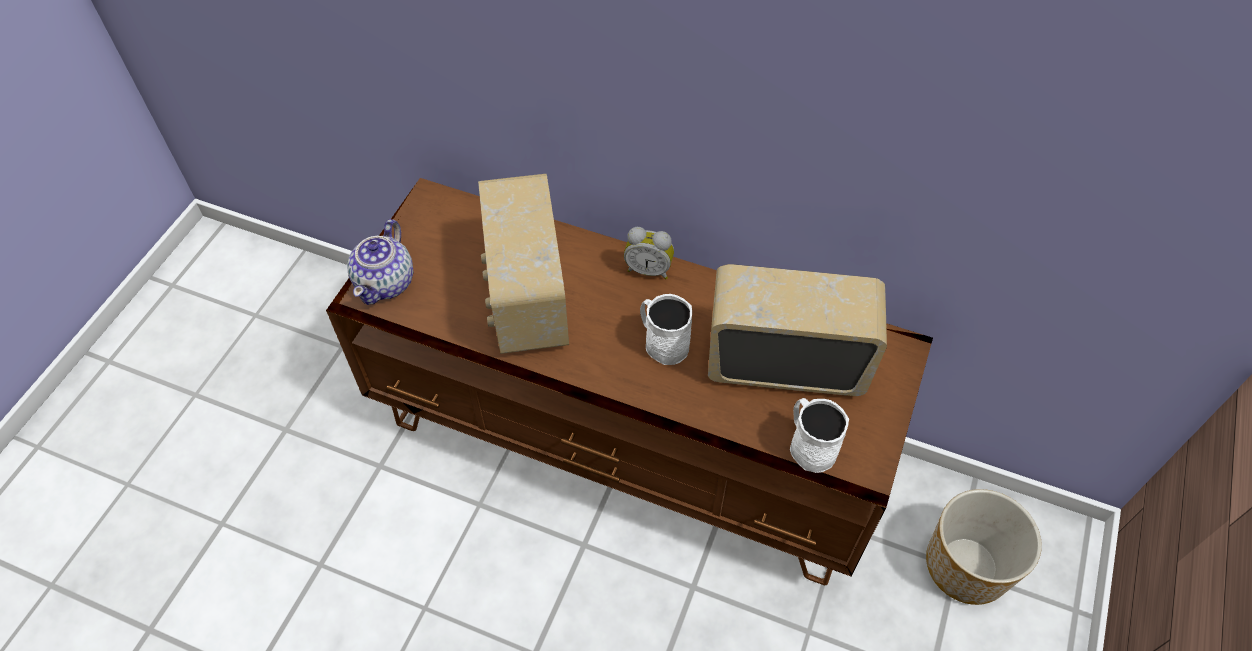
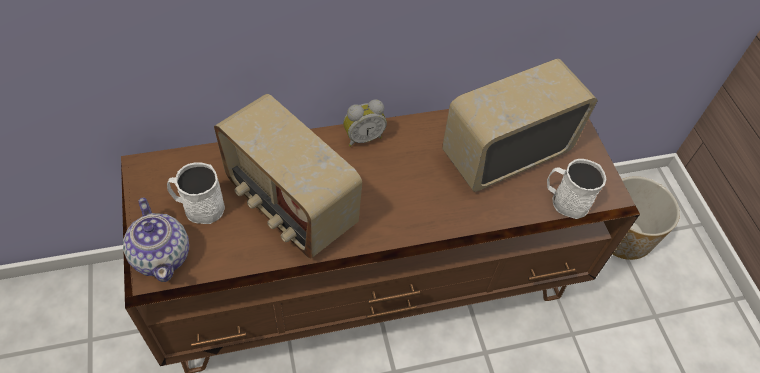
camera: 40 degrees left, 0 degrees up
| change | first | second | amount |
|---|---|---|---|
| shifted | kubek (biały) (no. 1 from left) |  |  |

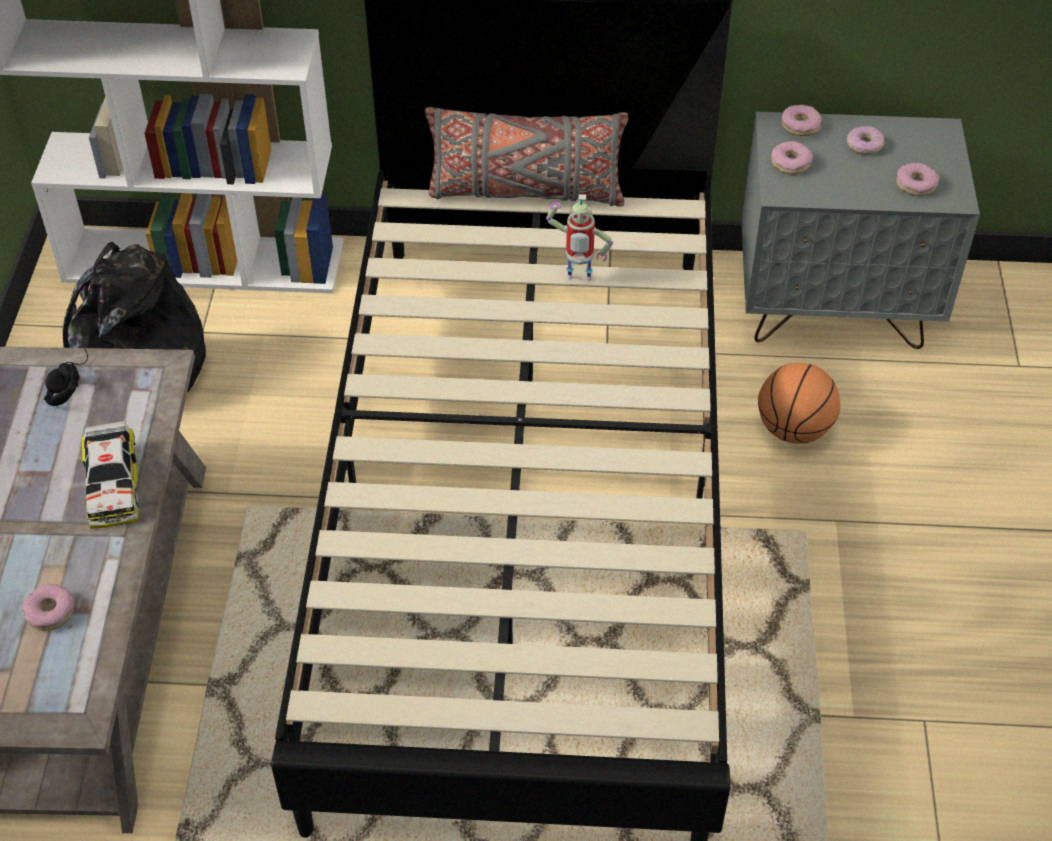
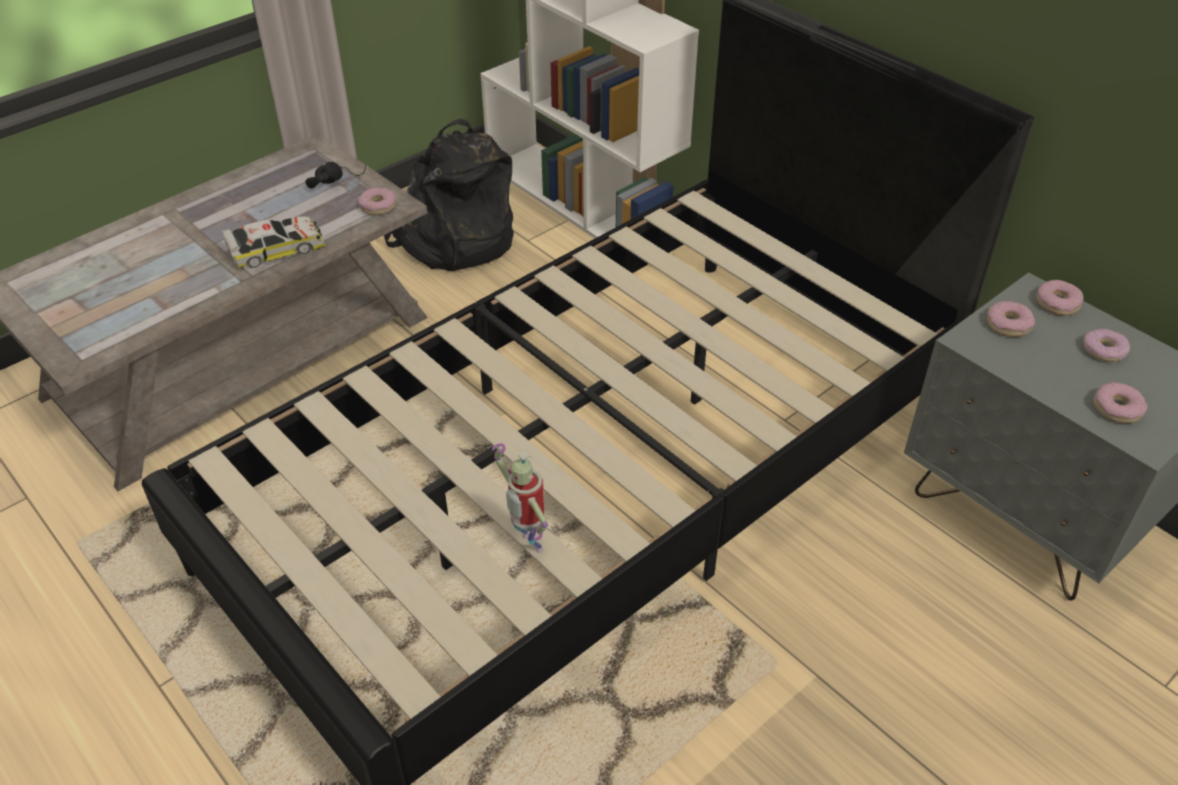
camera: 45 degrees right, 5 degrees down
| change | first | second | amount |
|---|---|---|---|
| gone | poduszka (szary) |  |  |
| shifted | robot zabawkowy |  |  |
| gone | piłka do koszykówki |  |  |
| rotated | samochodzik |  | 150 degrees counterclockwise |
| shifted | donut (no. 1 from left) |  |  |

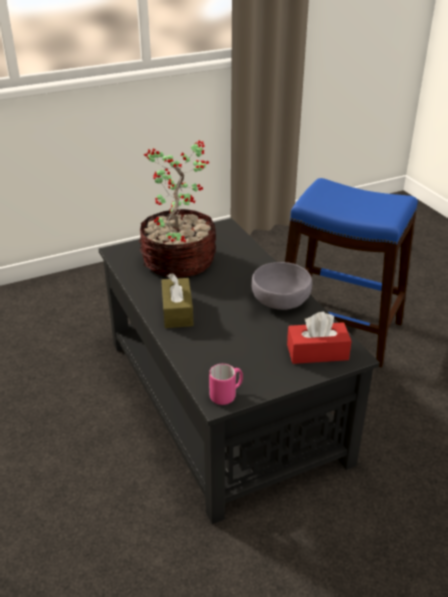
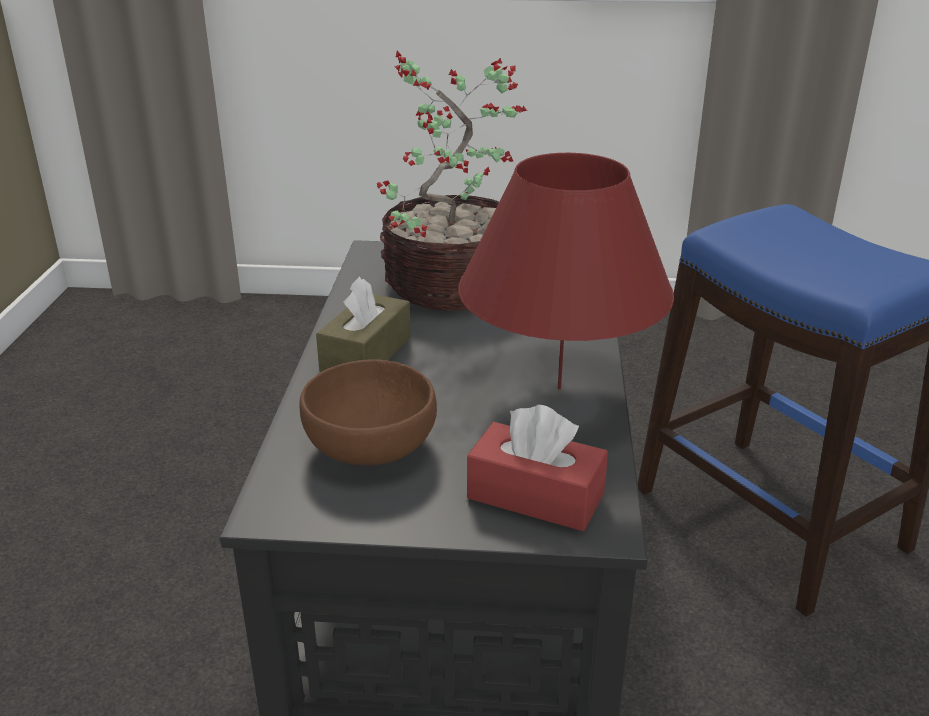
camera: 30 degrees right, 5 degrees down
| change | first | second | amount |
|---|---|---|---|
| swapped | miska (szary) | lampa stołowa (czerwony) |  |
| gone | kubek (różowy) |  |  |
| new |  | miska (brązowy) |  |

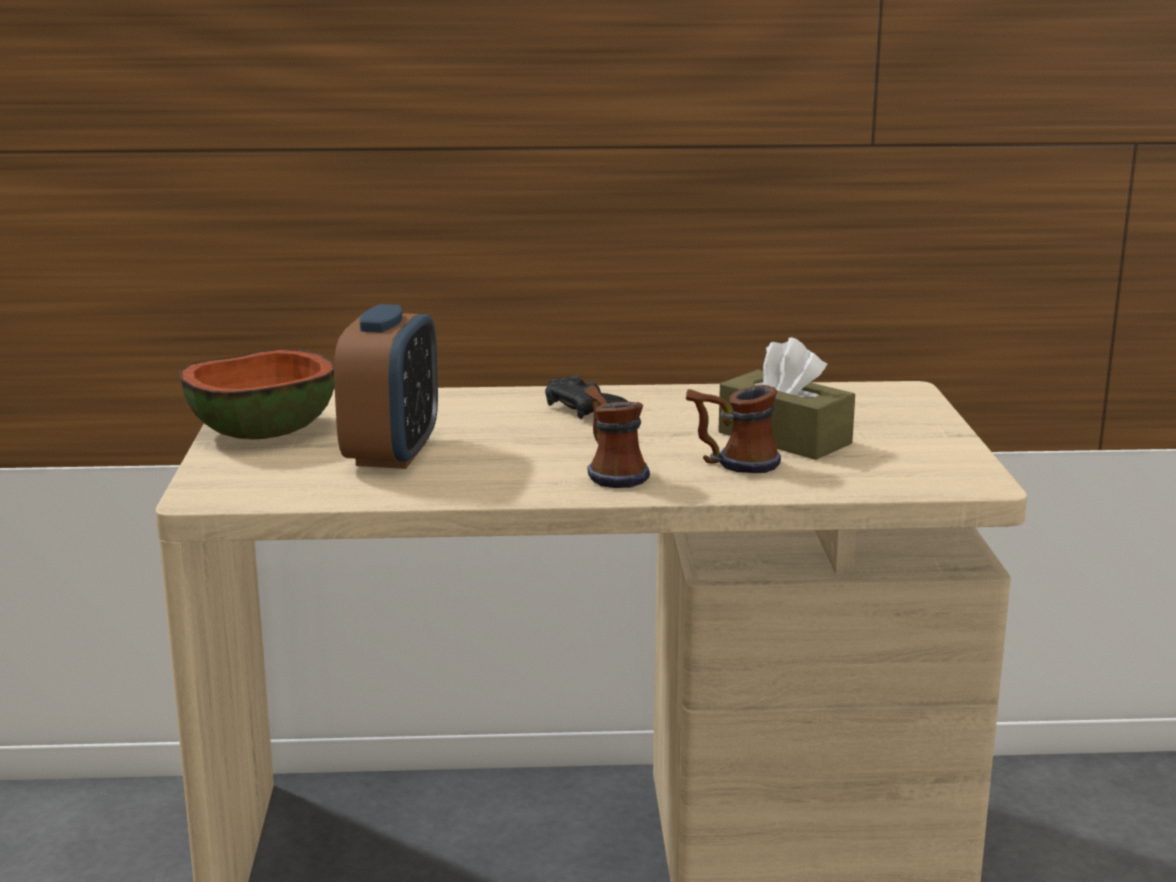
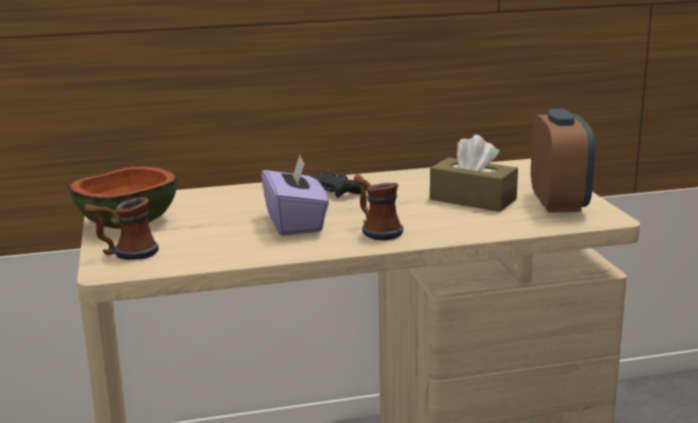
camera: 10 degrees left, 0 degrees up
| change | first | second | amount |
|---|---|---|---|
| shifted | budzik |  |  |
| shifted | kubek (no. 2 from left in the first image) | kubek (no. 1 from left) |  |
| new |  | pudełko chusteczek (fioletowy) |  |

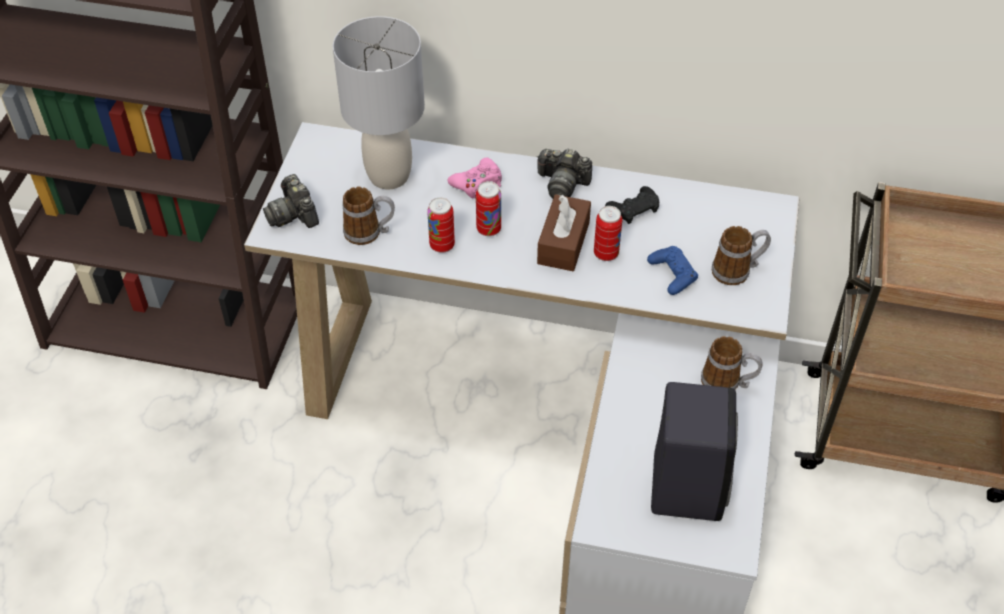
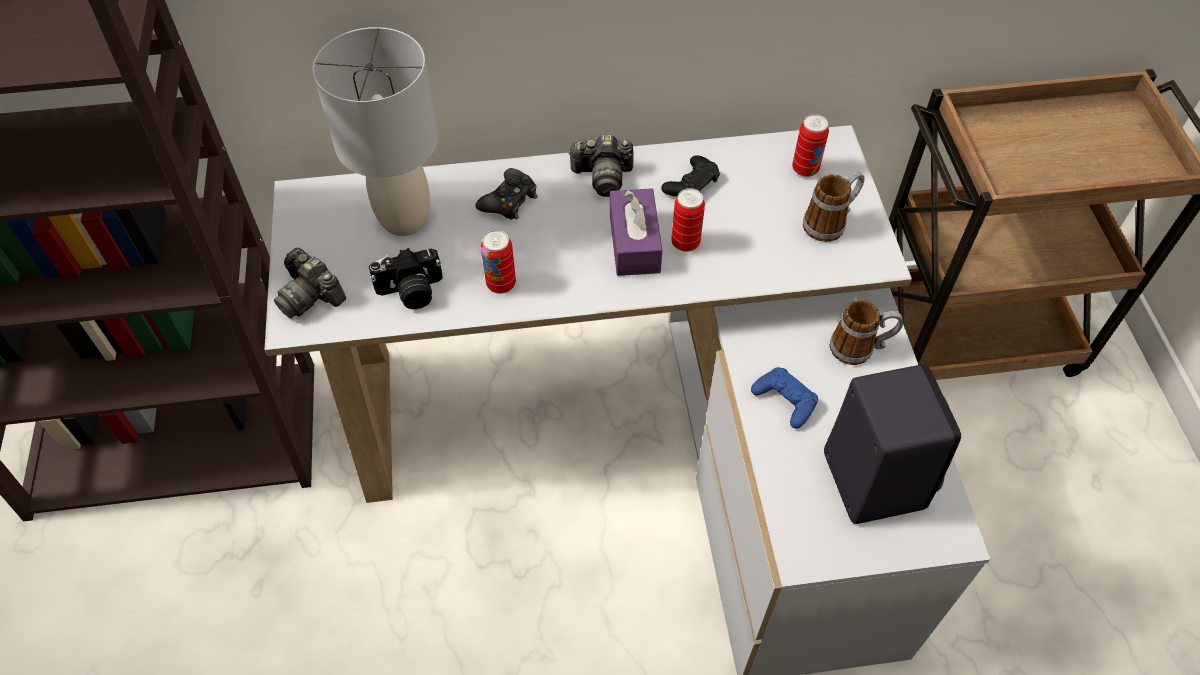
camera: 20 degrees left, 5 degrees up
| change | first | second | amount |
|---|---|---|---|
| repainted | pad do gier (różowy) | pad do gier (czarny) (no. 1 from left) |  |
| shifted | puszka (no. 2 from left in the first image) | puszka (no. 3 from left) |  |
| swapped | kubek (no. 1 from left) | aparat fotograficzny (no. 2 from left) |  |
| repainted | pudełko chusteczek (brązowy) | pudełko chusteczek (fioletowy) |  |
| shifted | pad do gier (niebieski) |  |  |

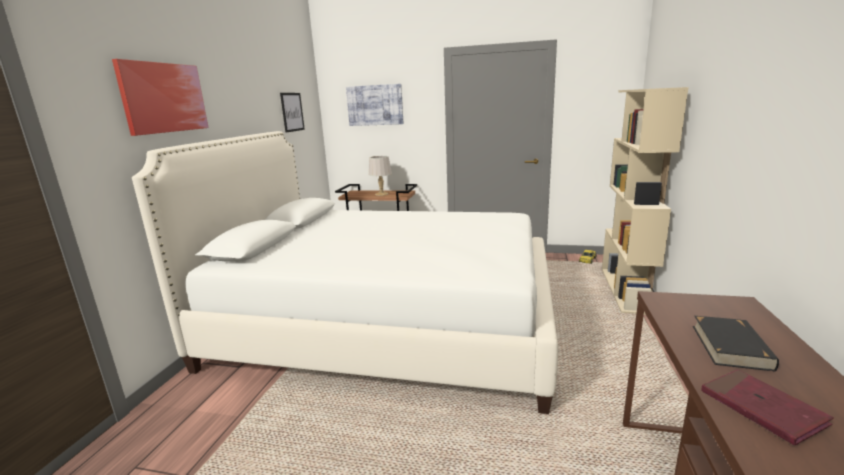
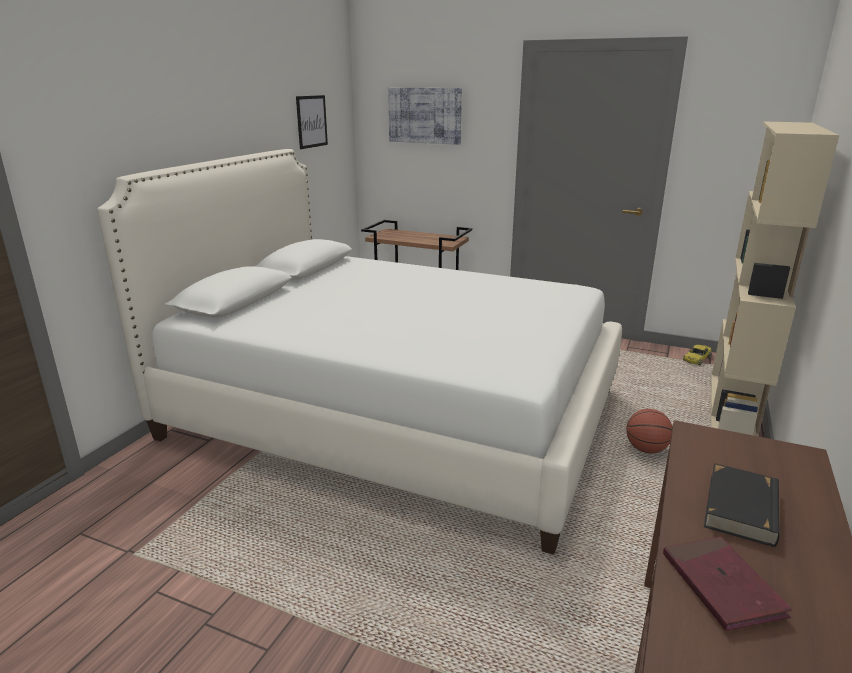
camera: 10 degrees right, 5 degrees up
| change | first | second | amount |
|---|---|---|---|
| gone | obraz (no. 1 from left) |  |  |
| gone | lampa stołowa (szary) |  |  |
| new |  | piłka do koszykówki |  |

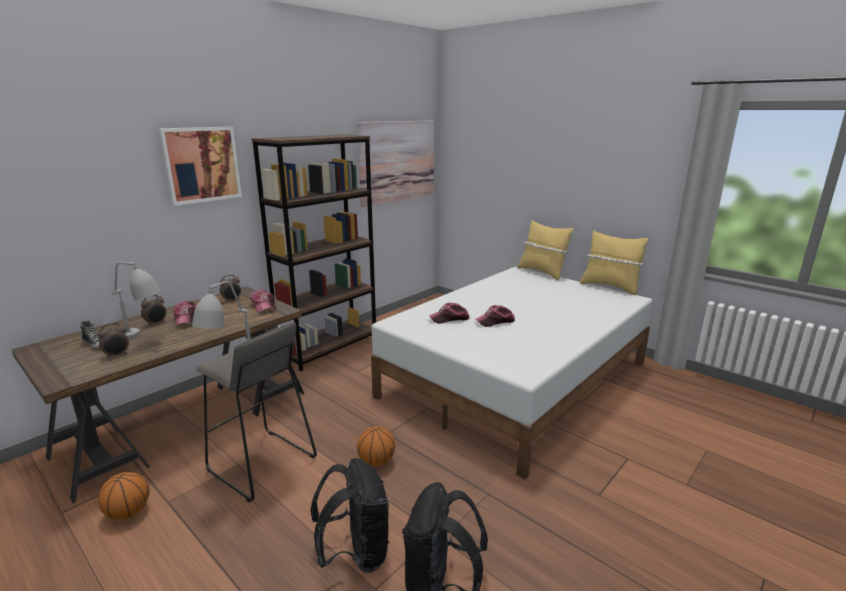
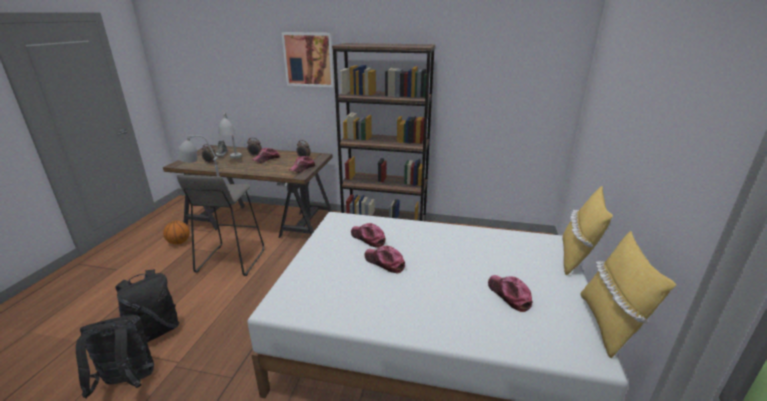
camera: 60 degrees right, 5 degrees up
| change | first | second | amount |
|---|---|---|---|
| gone | obraz (no. 2 from left) |  |  |
| gone | piłka do koszykówki (no. 2 from left) |  |  |
| new |  | czapka z daszkiem (no. 5 from left) |  |

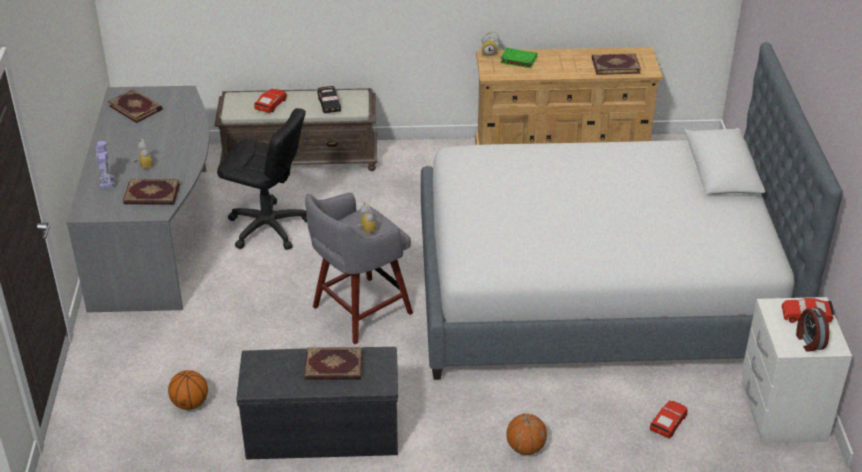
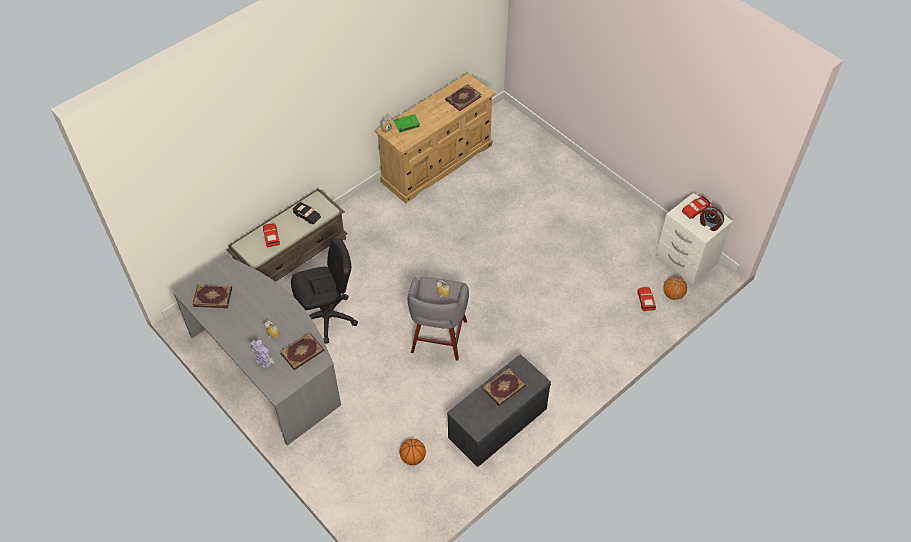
camera: 40 degrees left, 15 degrees up
| change | first | second | amount |
|---|---|---|---|
| gone | łóżko |  |  |
| shifted | piłka do koszykówki (no. 2 from left) |  |  |

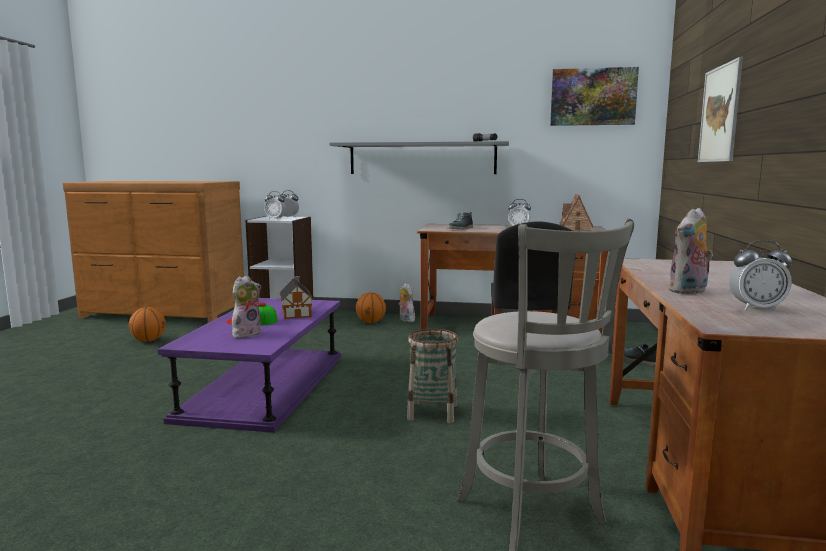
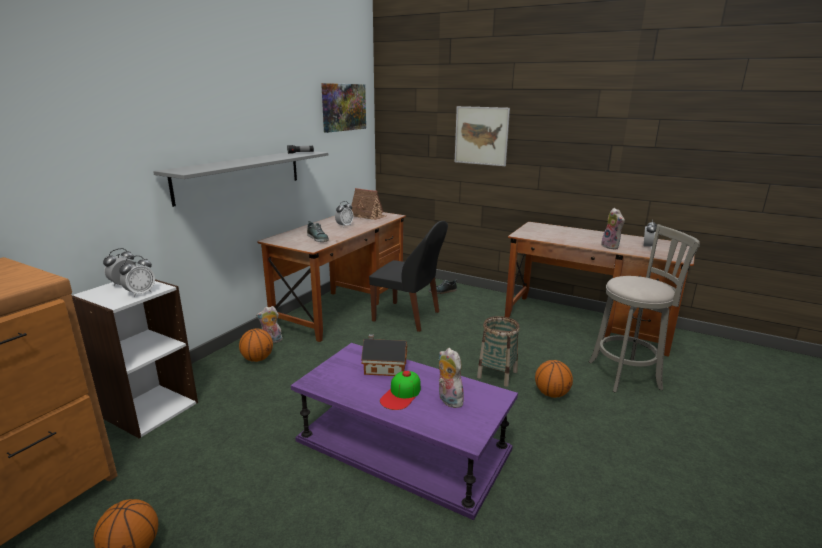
camera: 70 degrees left, 10 degrees up
| change | first | second | amount |
|---|---|---|---|
| new |  | piłka do koszykówki (no. 3 from left) |  |

